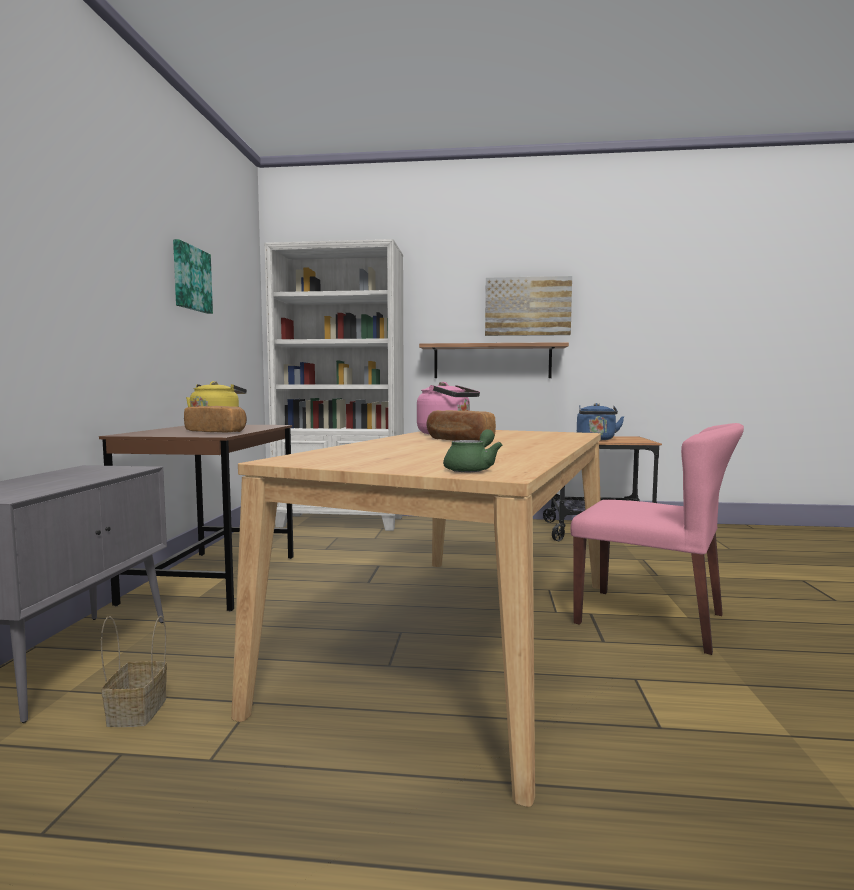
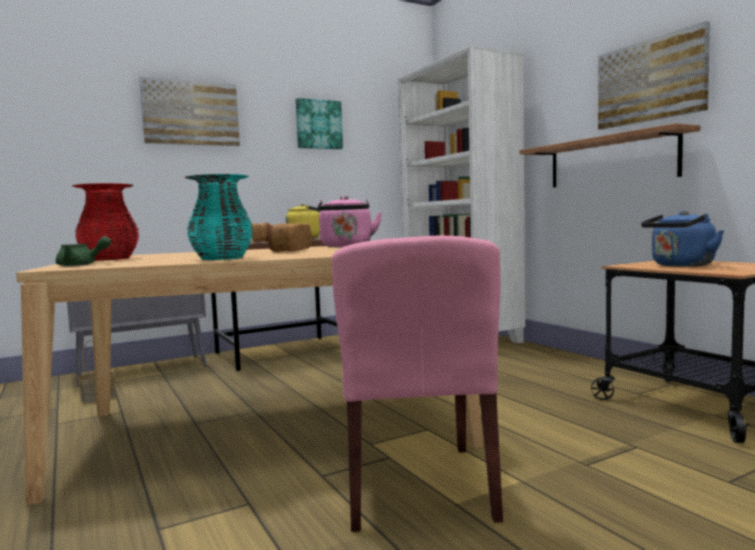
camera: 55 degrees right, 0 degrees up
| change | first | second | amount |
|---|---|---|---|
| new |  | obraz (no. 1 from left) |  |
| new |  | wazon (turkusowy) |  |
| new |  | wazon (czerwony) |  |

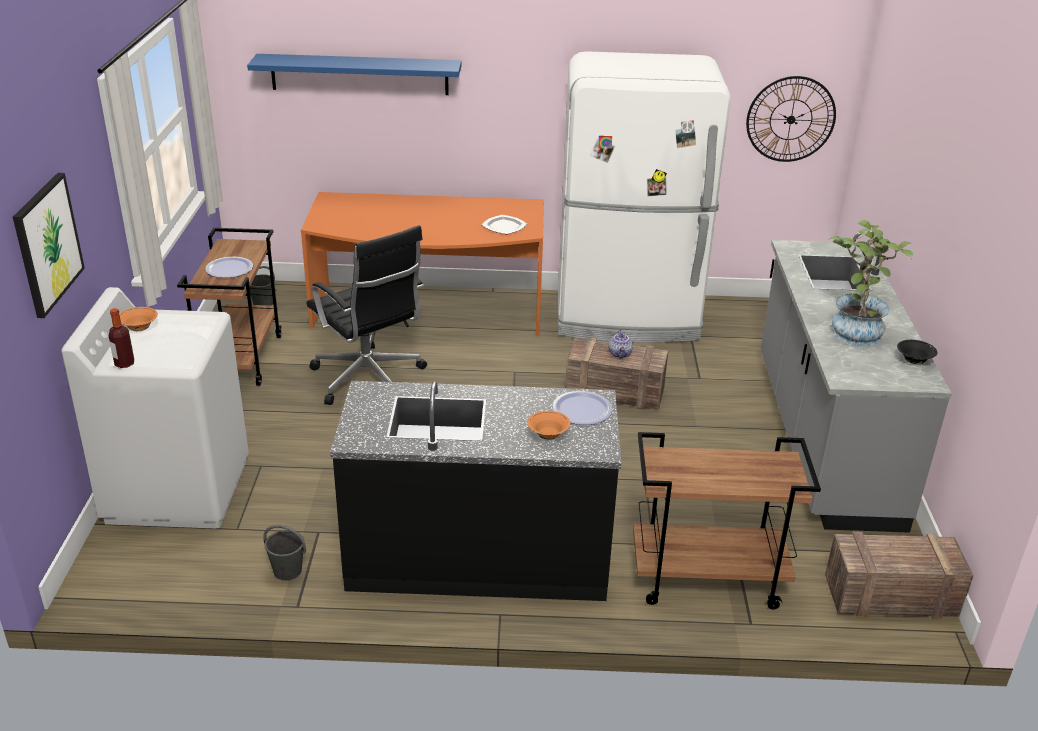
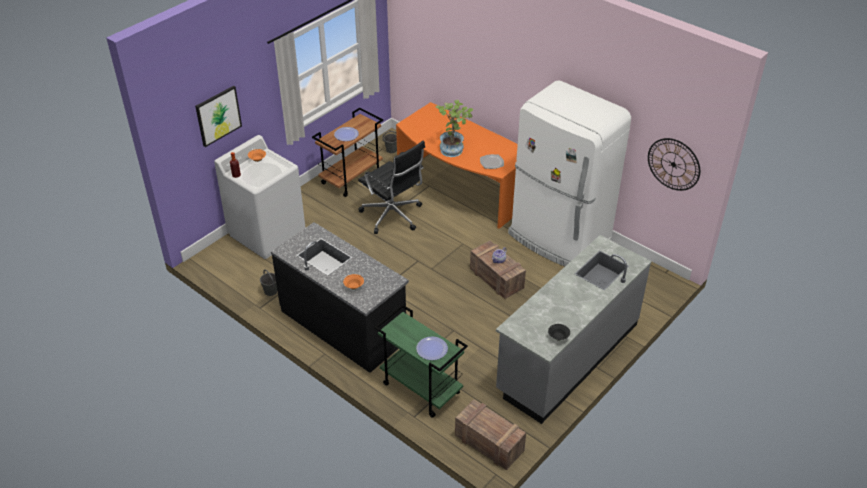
camera: 40 degrees right, 10 degrees up
| change | first | second | amount |
|---|---|---|---|
| gone | półka (niebieski) |  |  |
| shifted | roślina doniczkowa |  |  |
| rotated | krzesło biurowe (czarny) |  | 45 degrees counterclockwise |
| shifted | talerz (no. 3 from left in the first image) | talerz (no. 2 from left) |  |
| repainted | wózek (brązowy) (no. 2 from left) | wózek (zielony) |  |

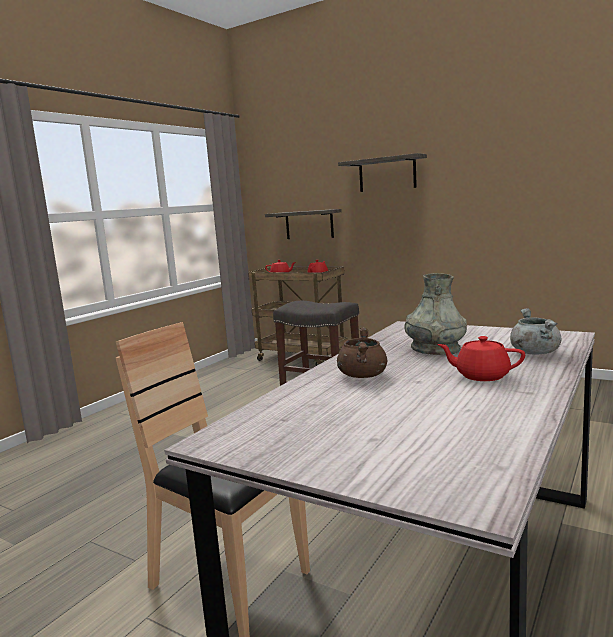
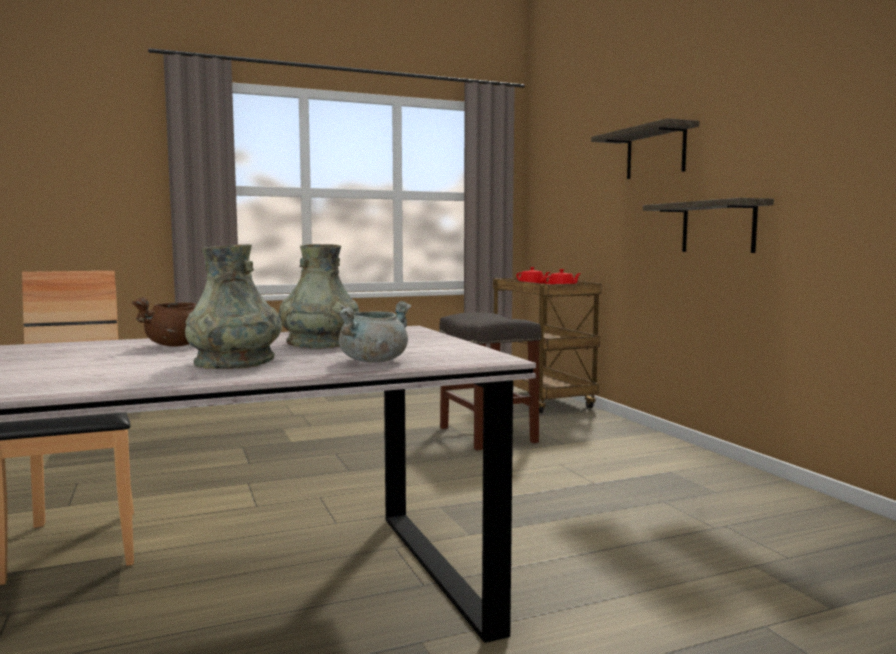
camera: 35 degrees right, 5 degrees down
| change | first | second | amount |
|---|---|---|---|
| shifted | półka (no. 1 from left in the first image) | półka (no. 2 from left) |  |
| swapped | imbryk (czerwony) (no. 3 from left) | wazon (szary) (no. 1 from left) |  |

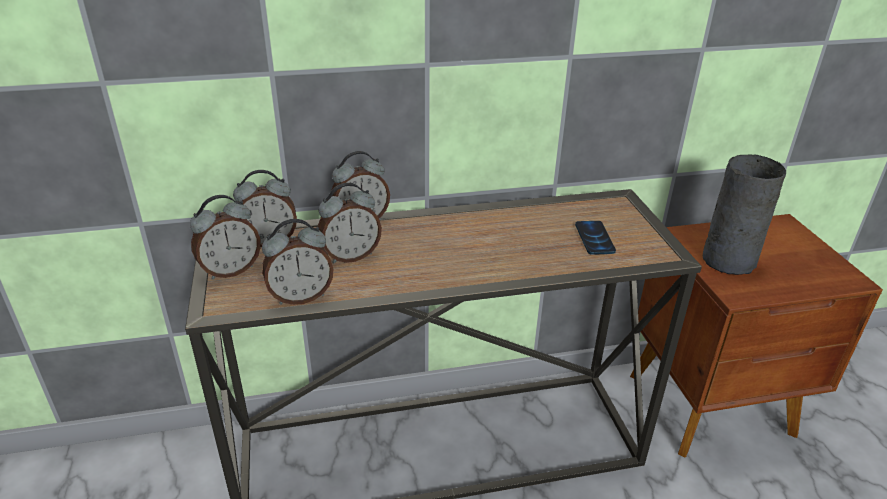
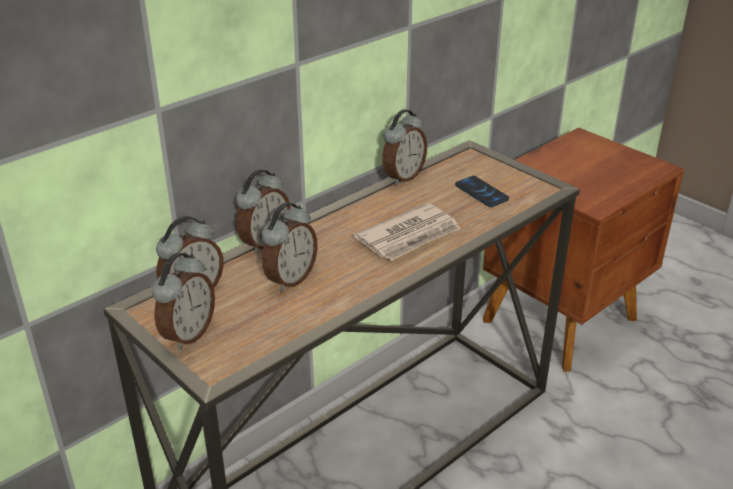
camera: 30 degrees left, 0 degrees up
| change | first | second | amount |
|---|---|---|---|
| gone | wazon (szary) |  |  |
| shifted | budzik (no. 3 from left in the first image) | budzik (no. 5 from left) |  |
| new |  | gazeta |  |

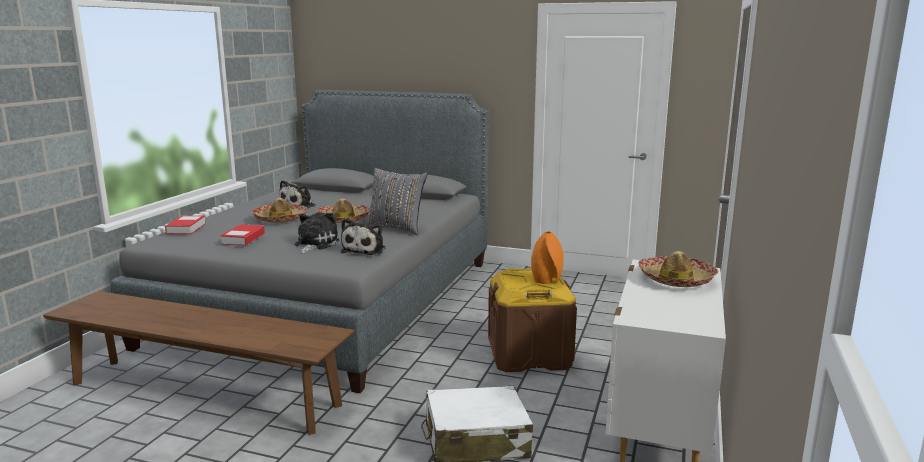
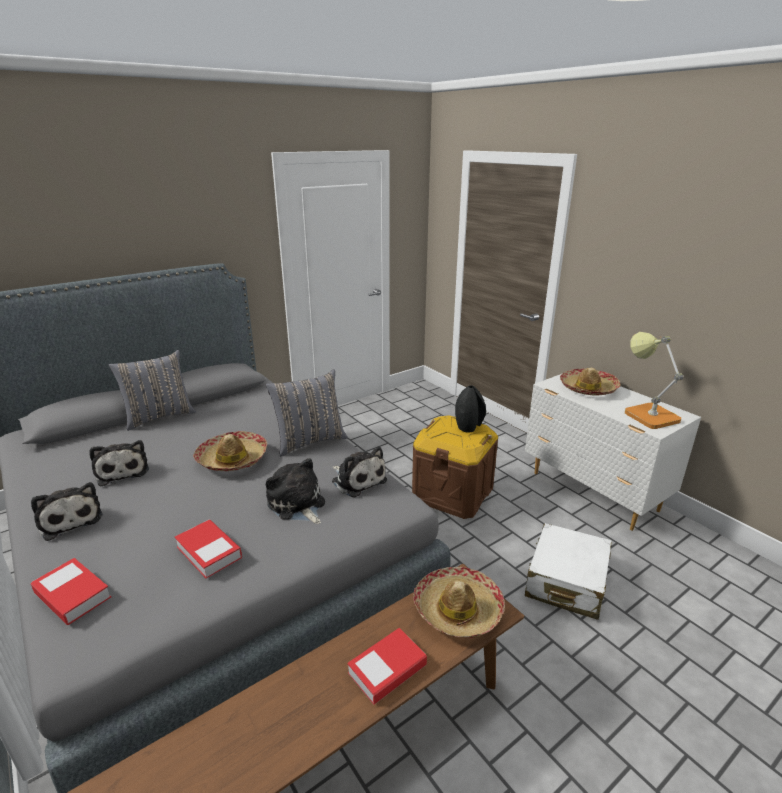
camera: 55 degrees left, 10 degrees up
| change | first | second | amount |
|---|---|---|---|
| shifted | kapelusz (no. 1 from left in the first image) | kapelusz (no. 2 from left) |  |
| repainted | wazon (pomarańczowy) | wazon (czarny) |  |
| new |  | lampa stołowa |  |
| new |  | poduszka (szary) (no. 1 from left) |  |
| new |  | pluszak (no. 1 from left) |  |
| new |  | książka (no. 3 from left) |  |

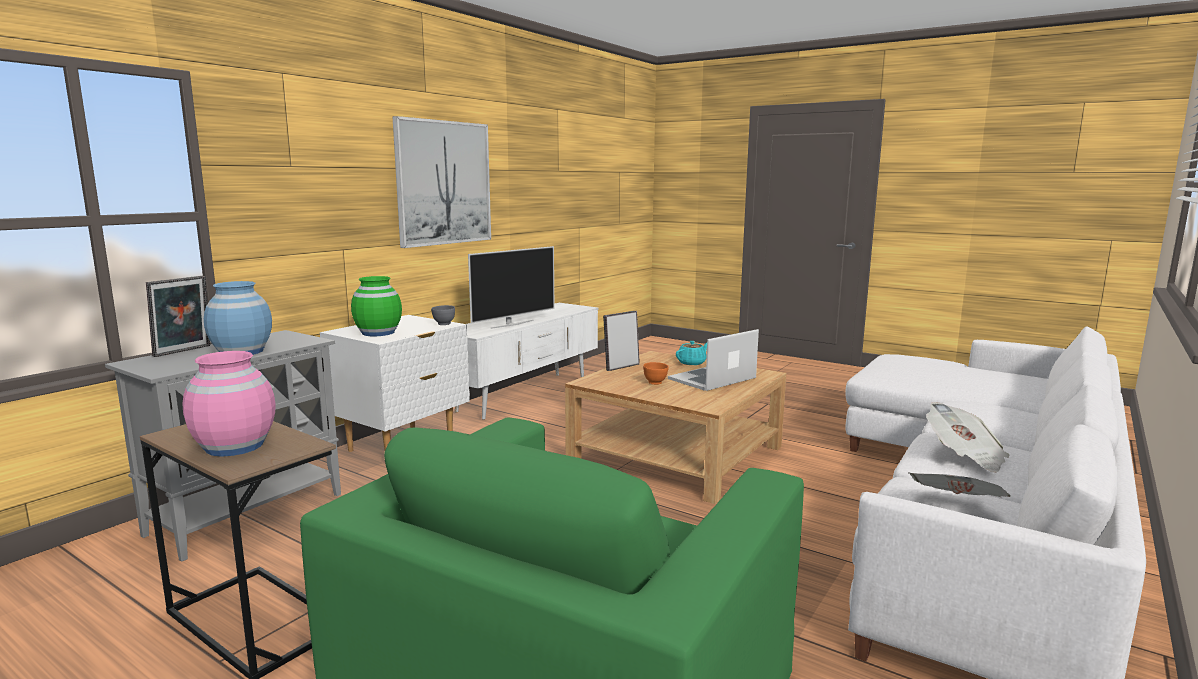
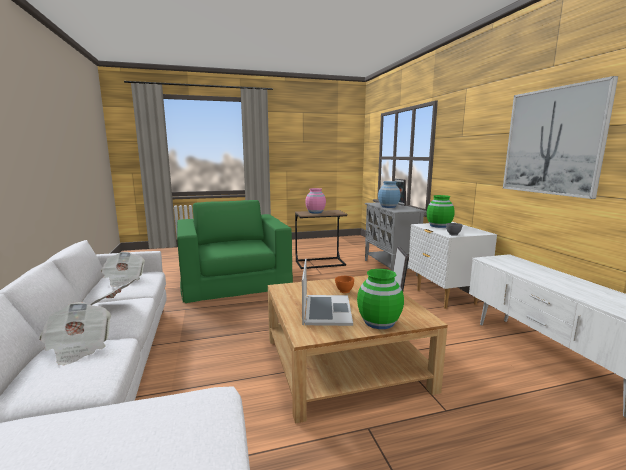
camera: 130 degrees right, 0 degrees up
| change | first | second | amount |
|---|---|---|---|
| gone | telewizor |  |  |
| swapped | imbryk (turkusowy) | wazon (zielony) (no. 1 from left) |  |
| new |  | gazeta (no. 1 from left) |  |

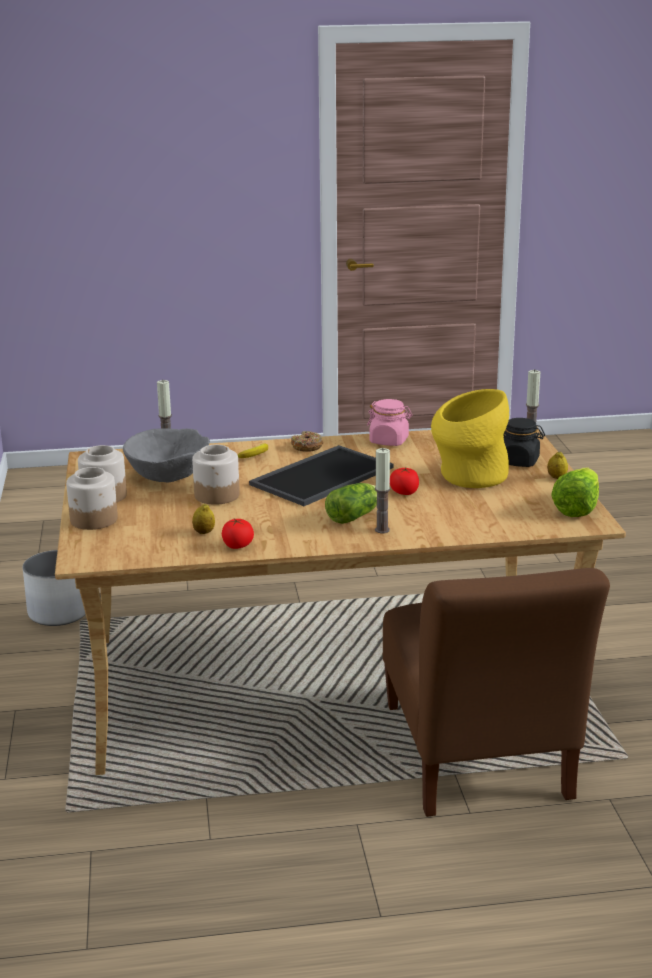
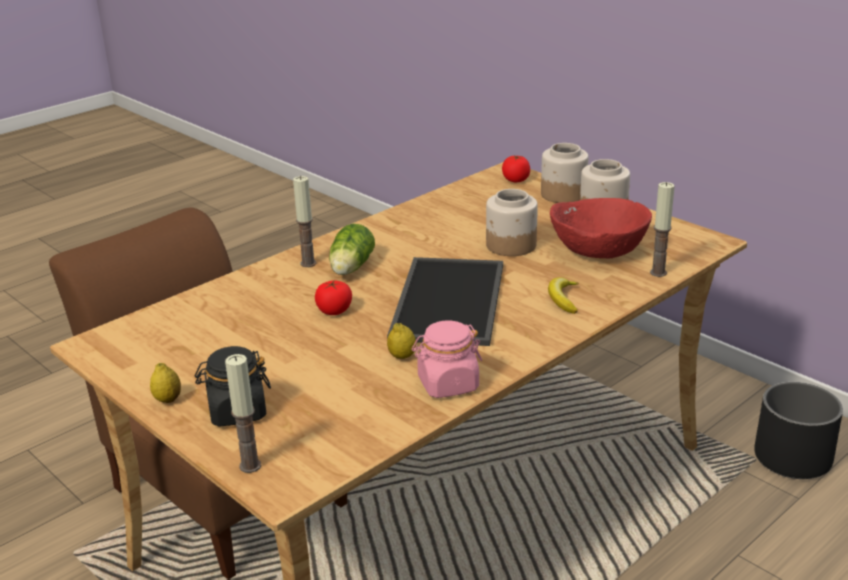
camera: 145 degrees right, 5 degrees up
| change | first | second | amount |
|---|---|---|---|
| gone | wazon (żółty) |  |  |
| repainted | miska (szary) | miska (czerwony) |  |
| gone | donut |  |  |
| gone | sałata (no. 2 from left) |  |  |
| shifted | cytryna (no. 1 from left in the first image) | cytryna (no. 2 from left) |  |
| shifted | pomidor (no. 1 from left in the first image) | pomidor (no. 2 from left) |  |
| repainted | donica (biały) | donica (czarny) |  |

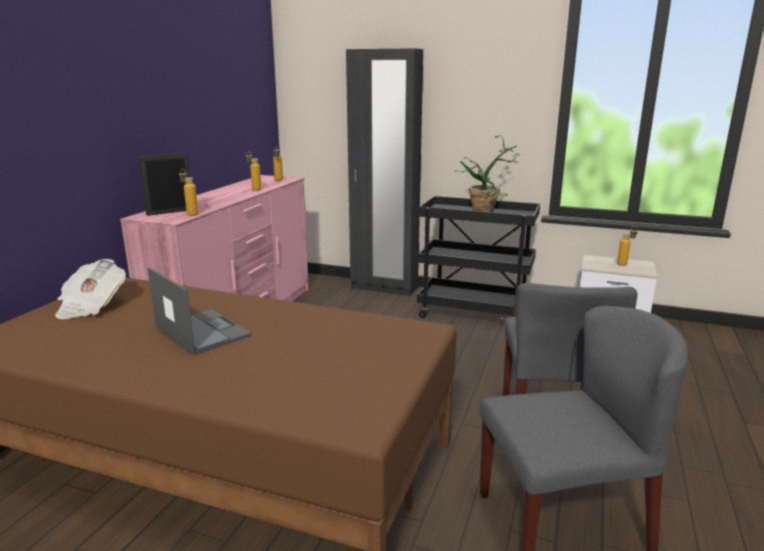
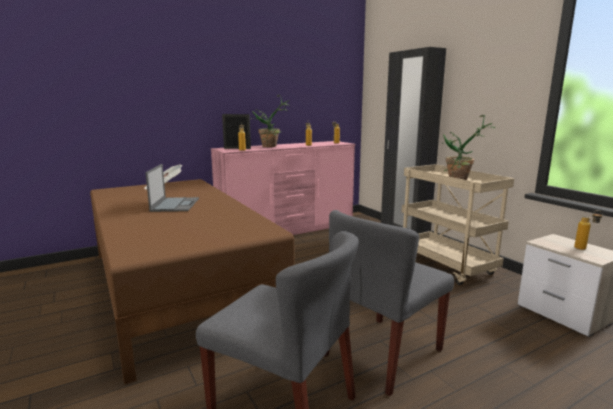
camera: 40 degrees right, 5 degrees down
| change | first | second | amount |
|---|---|---|---|
| repainted | wózek (czarny) | wózek (beżowy) |  |
| new |  | roślina doniczkowa (no. 1 from left) |  |

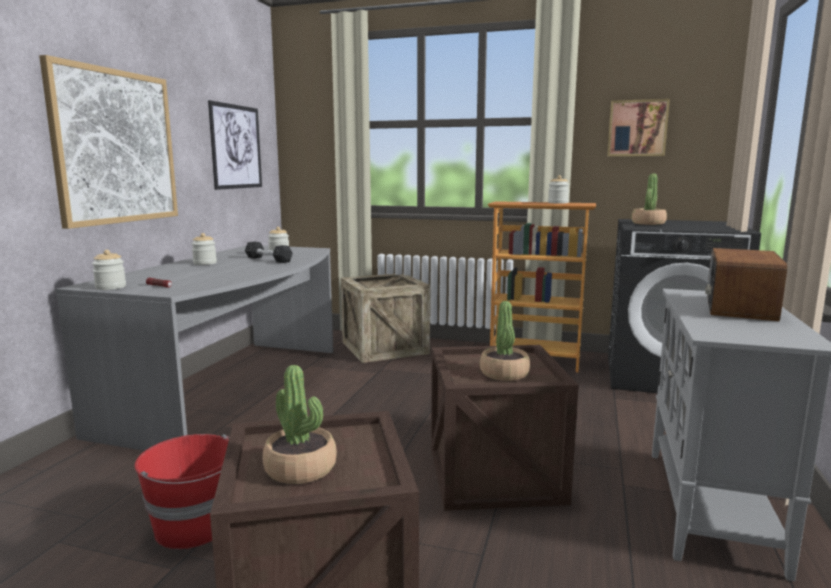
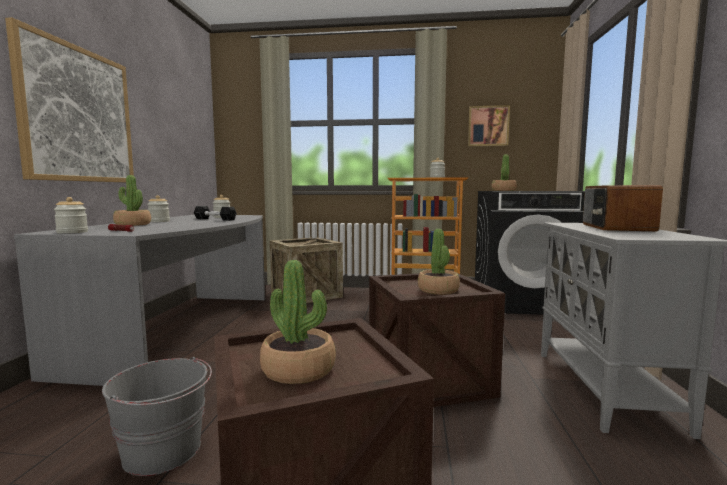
camera: 10 degrees left, 5 degrees down
| change | first | second | amount |
|---|---|---|---|
| gone | obraz (no. 2 from left) |  |  |
| repainted | wiadro (czerwony) | wiadro (szary) |  |
| new |  | roślina doniczkowa (no. 1 from left) |  |

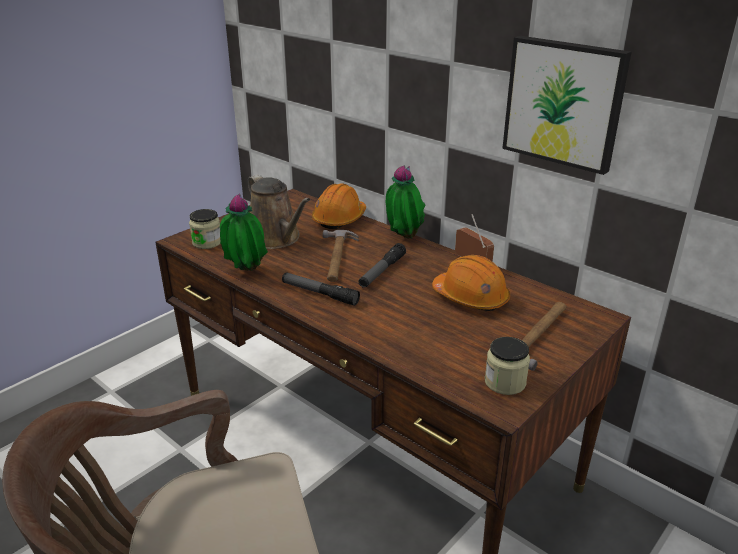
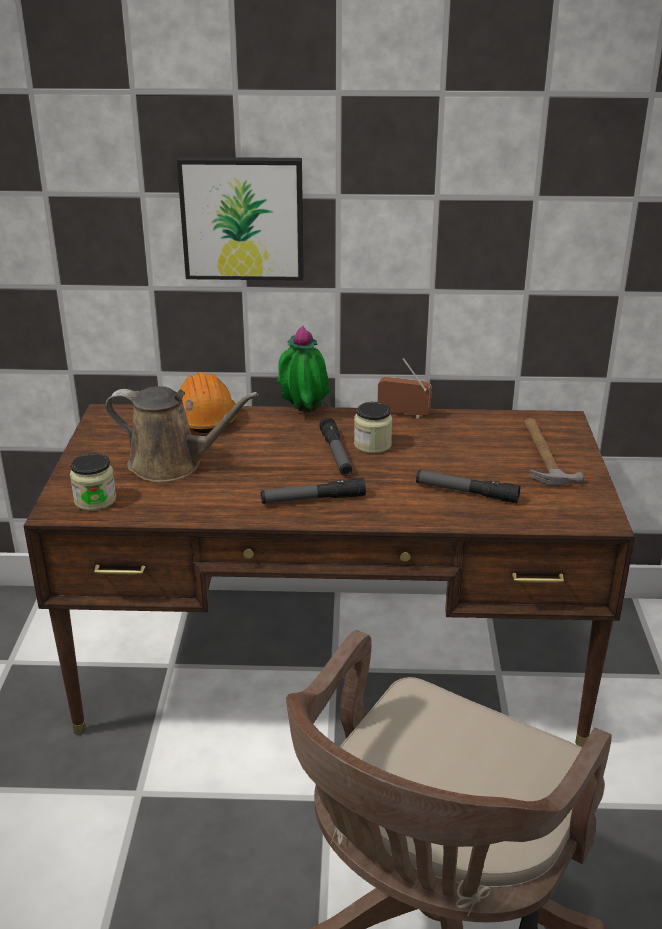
camera: 40 degrees left, 0 degrees up
| change | first | second | amount |
|---|---|---|---|
| shifted | obraz |  |  |
| gone | roślina doniczkowa (no. 1 from left) |  |  |
| gone | młotek (no. 1 from left) |  |  |
| gone | kask (pomarańczowy) (no. 2 from left) |  |  |
| shifted | słoik (no. 2 from left) |  |  |
| new |  | latarka (no. 3 from left) |  |

